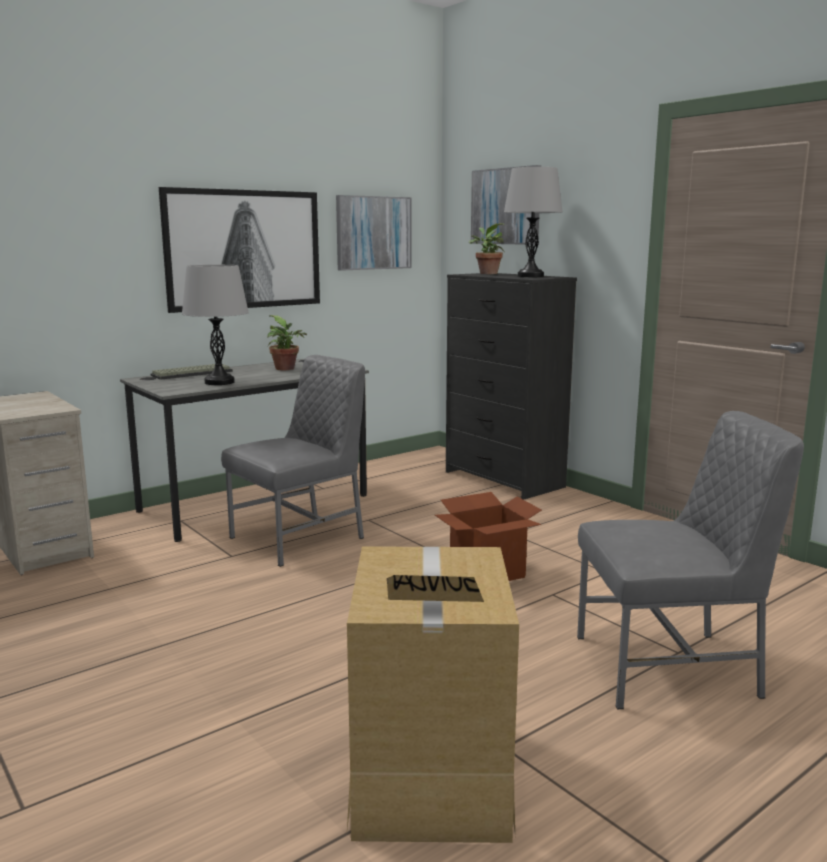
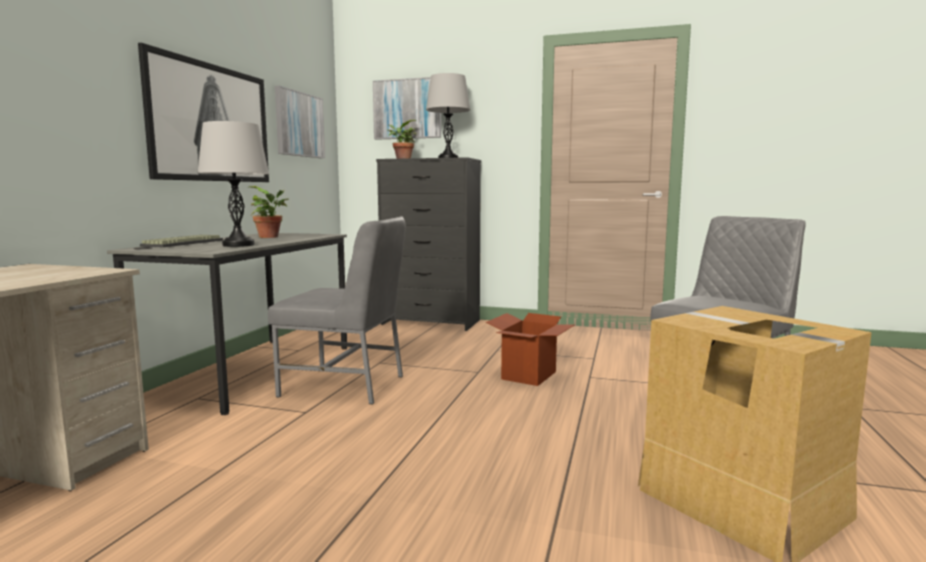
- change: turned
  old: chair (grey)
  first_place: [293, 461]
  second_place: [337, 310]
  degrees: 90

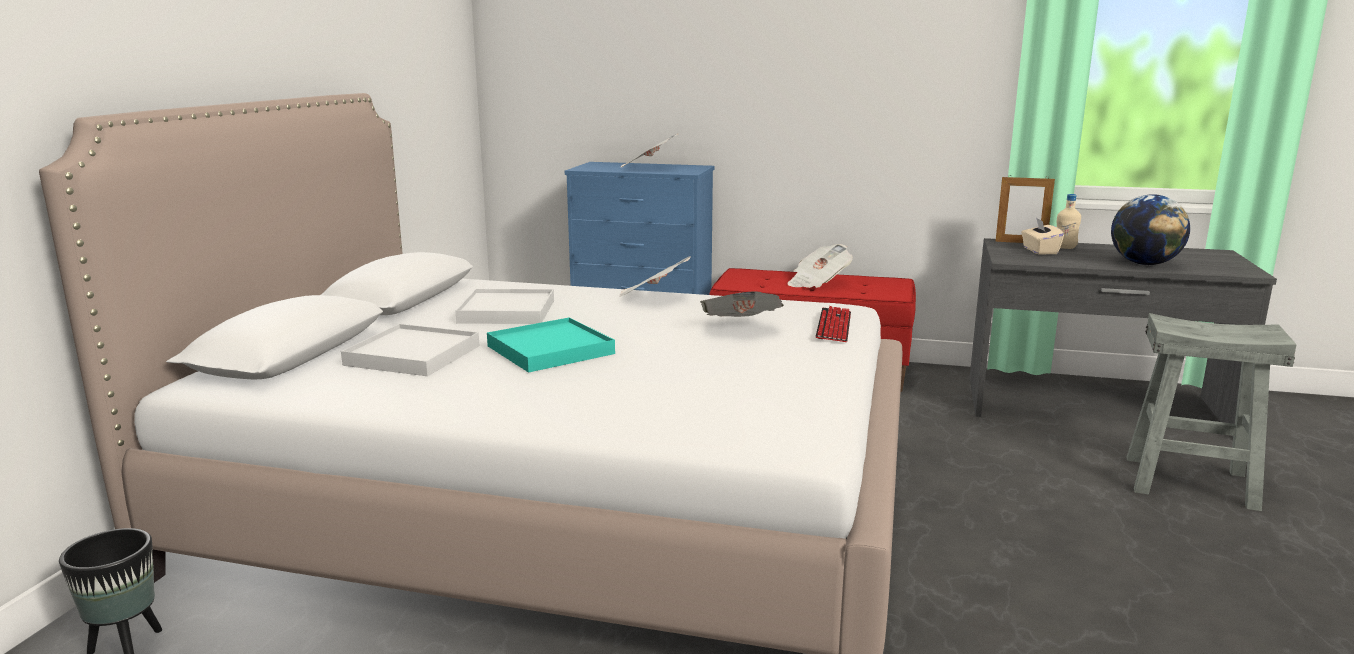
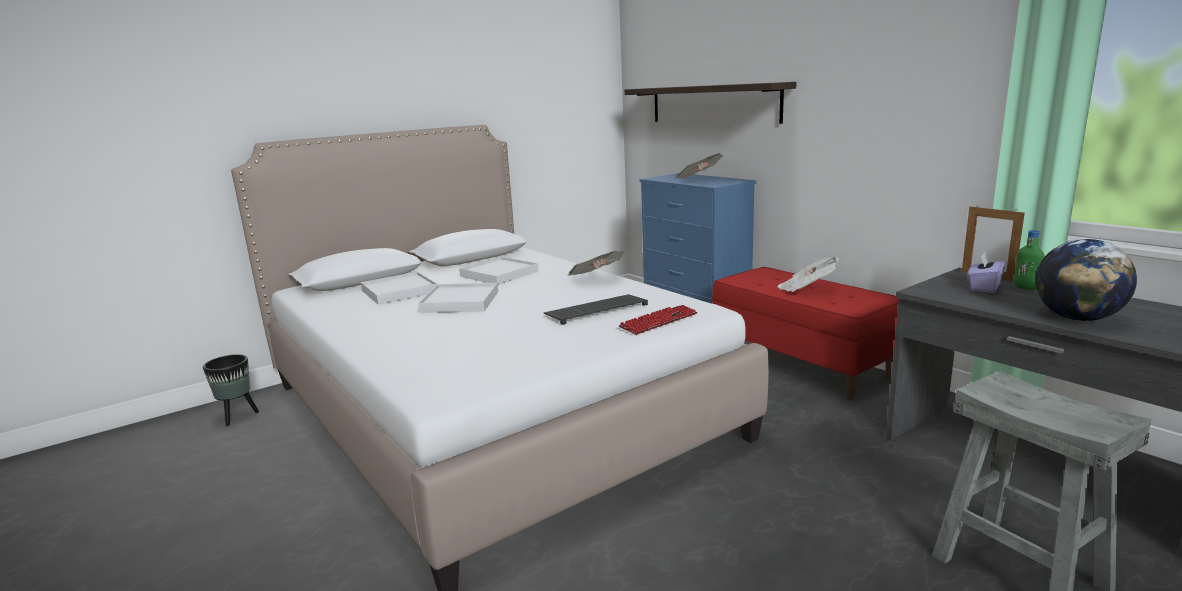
- change: recoloured
  old: serving tray (turquoise)
  new: serving tray (white)
  first_place: [551, 345]
  second_place: [458, 298]
- change: replaced
  old: daily paper
  new: computer keyboard
  first_place: [742, 304]
  second_place: [596, 309]
- change: recoloured
  old: tissue holder (sand-coloured)
  new: tissue holder (purplish)
  first_place: [1042, 236]
  second_place: [986, 272]
- change: recoloured
  old: bottle (sand-coloured)
  new: bottle (green-coloured)
  first_place: [1069, 221]
  second_place: [1029, 260]
- change: added
  new: shelf
  second_place: [710, 103]

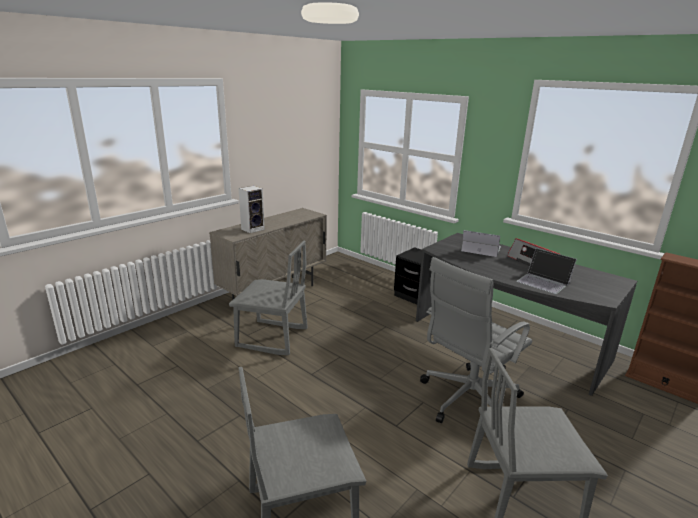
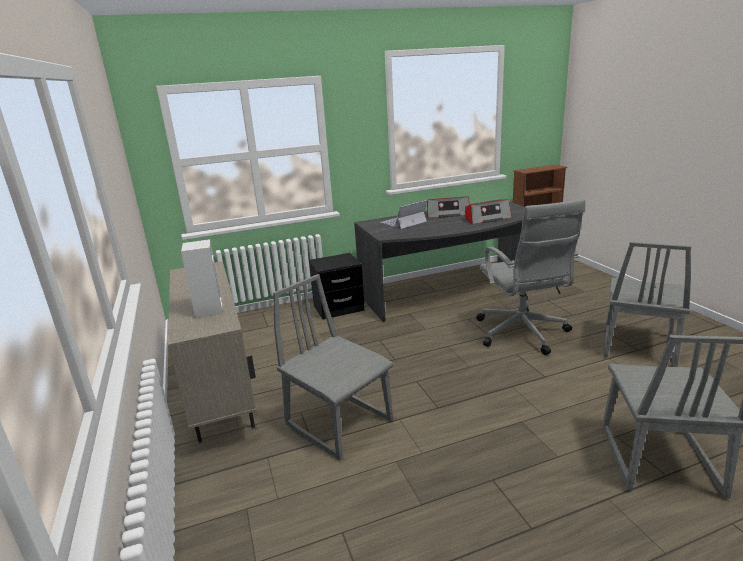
- change: turned
  old: chair (grey)
  first_place: [268, 298]
  second_place: [333, 367]
  degrees: -90
- change: replaced
  old: laptop
  new: radio
  first_place: [547, 271]
  second_place: [488, 211]

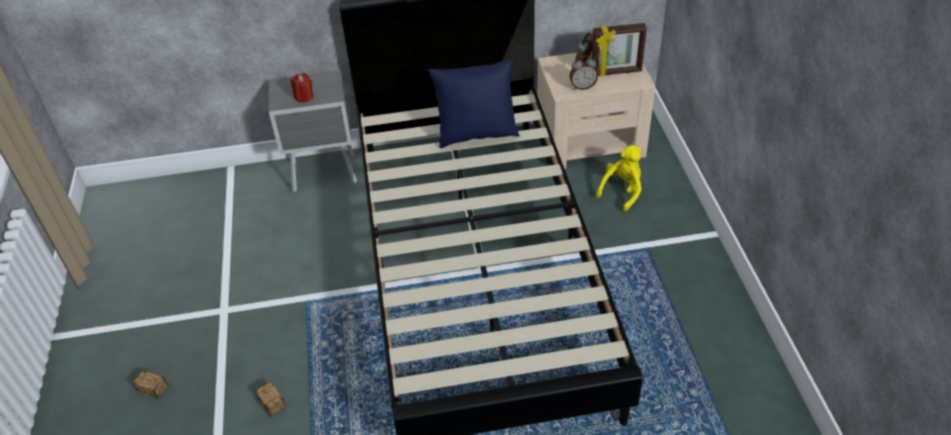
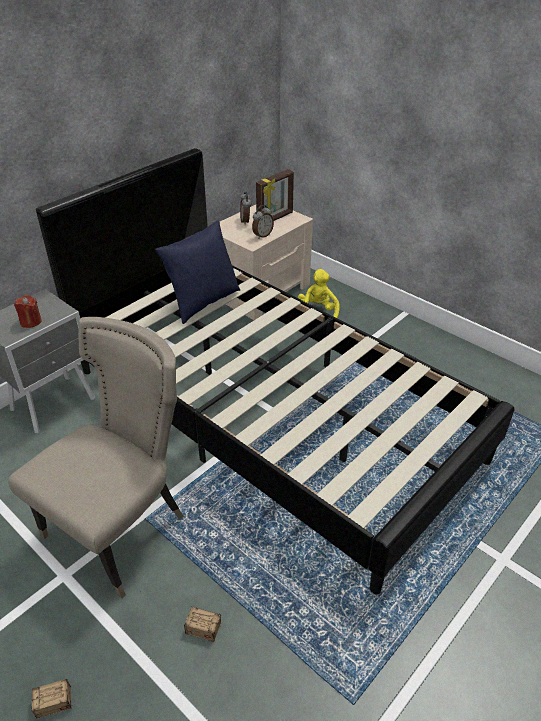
- change: added
  new: chair (sand-coloured)
  second_place: [96, 457]

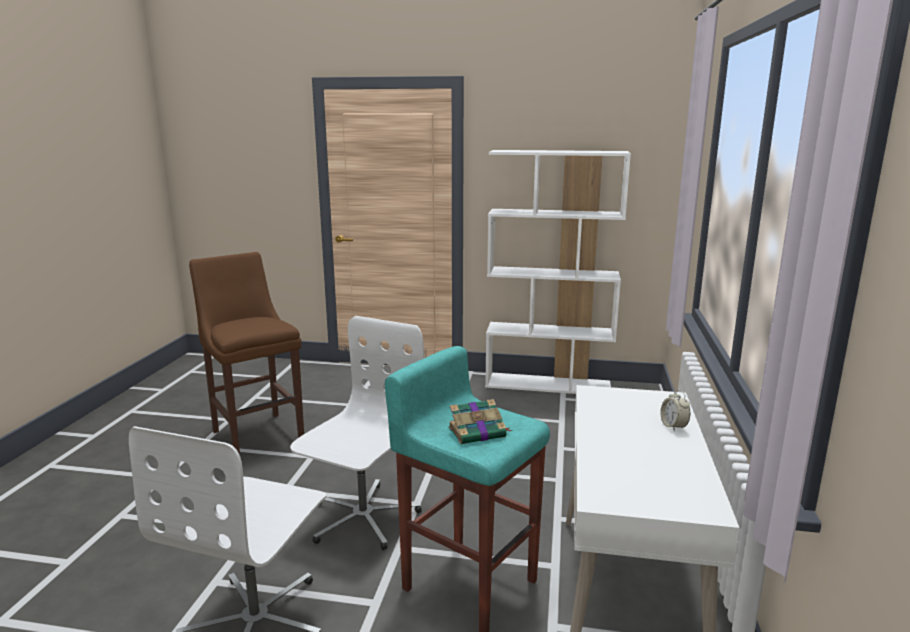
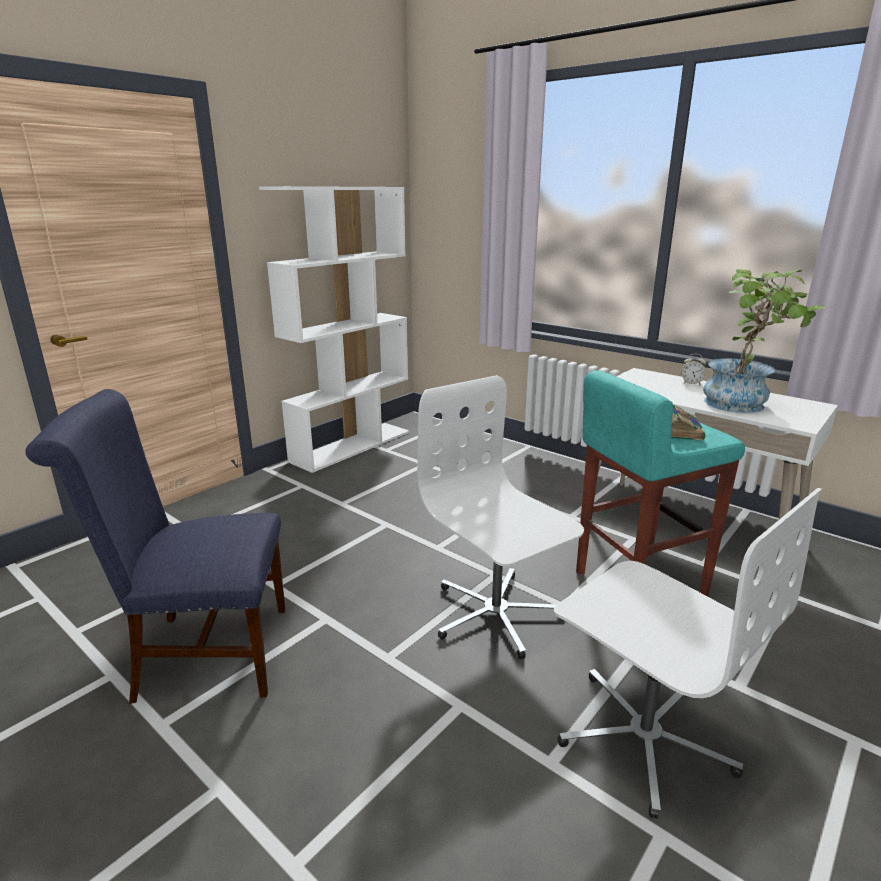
- change: replaced
  old: stool (brownish)
  new: chair (bluish)
  first_place: [246, 353]
  second_place: [155, 546]
- change: added
  new: plant in a pot
  second_place: [765, 341]

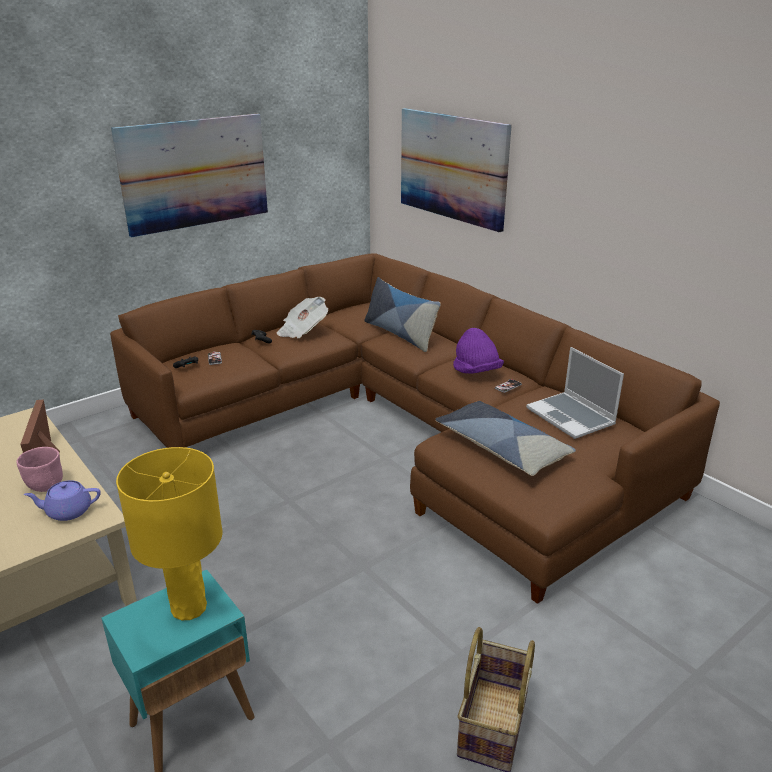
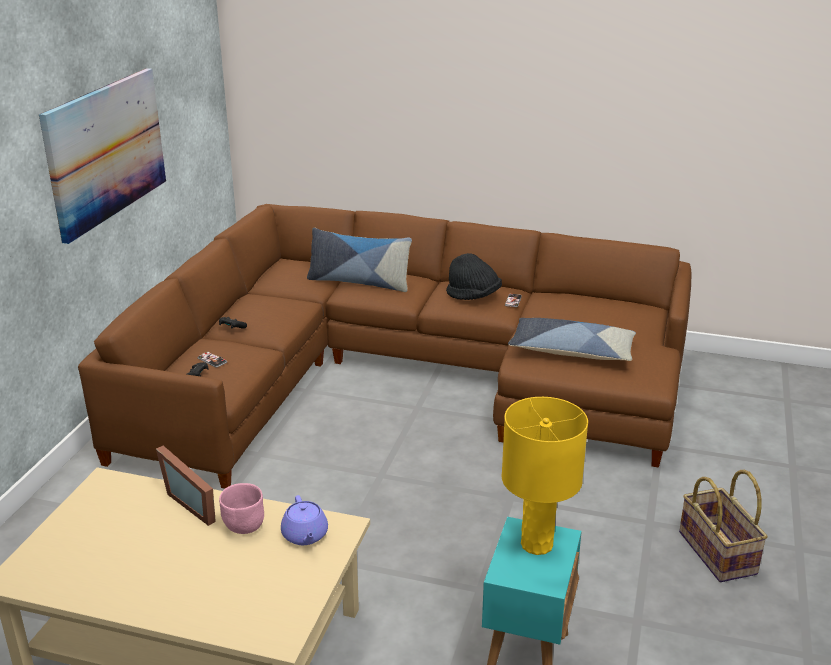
- change: turned
  old: pot for tea (purplish)
  first_place: [62, 500]
  second_place: [304, 520]
  degrees: -60
- change: removed
  old: daily paper
  first_place: [302, 318]
- change: removed
  old: wall art
  first_place: [456, 170]
- change: recoloured
  old: wearable hat (purplish)
  new: wearable hat (black)
  first_place: [478, 351]
  second_place: [474, 276]
- change: removed
  old: laptop
  first_place: [575, 393]

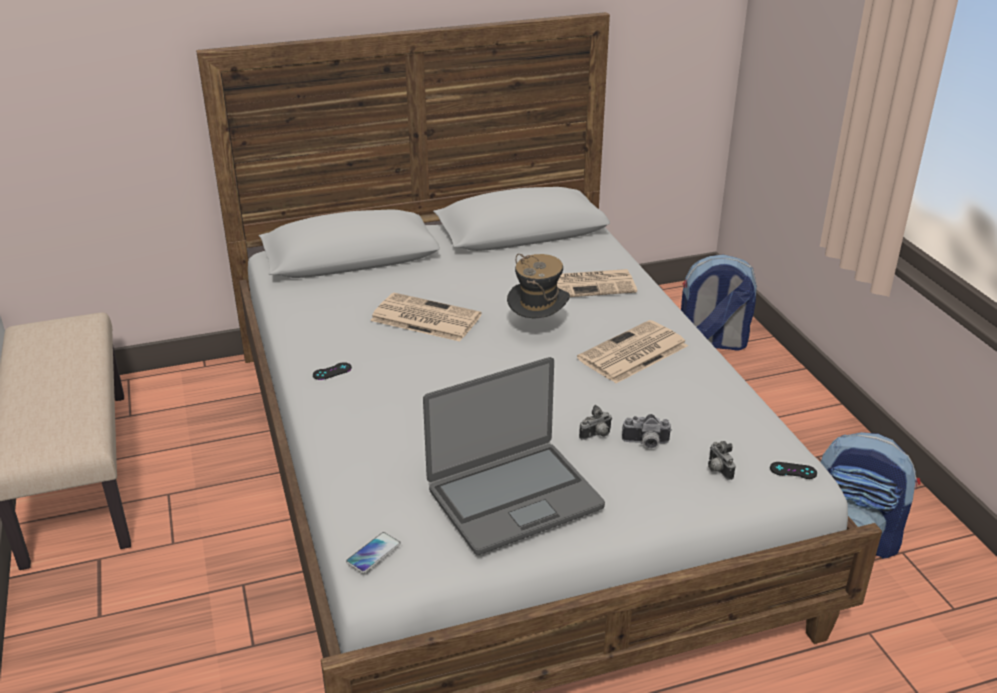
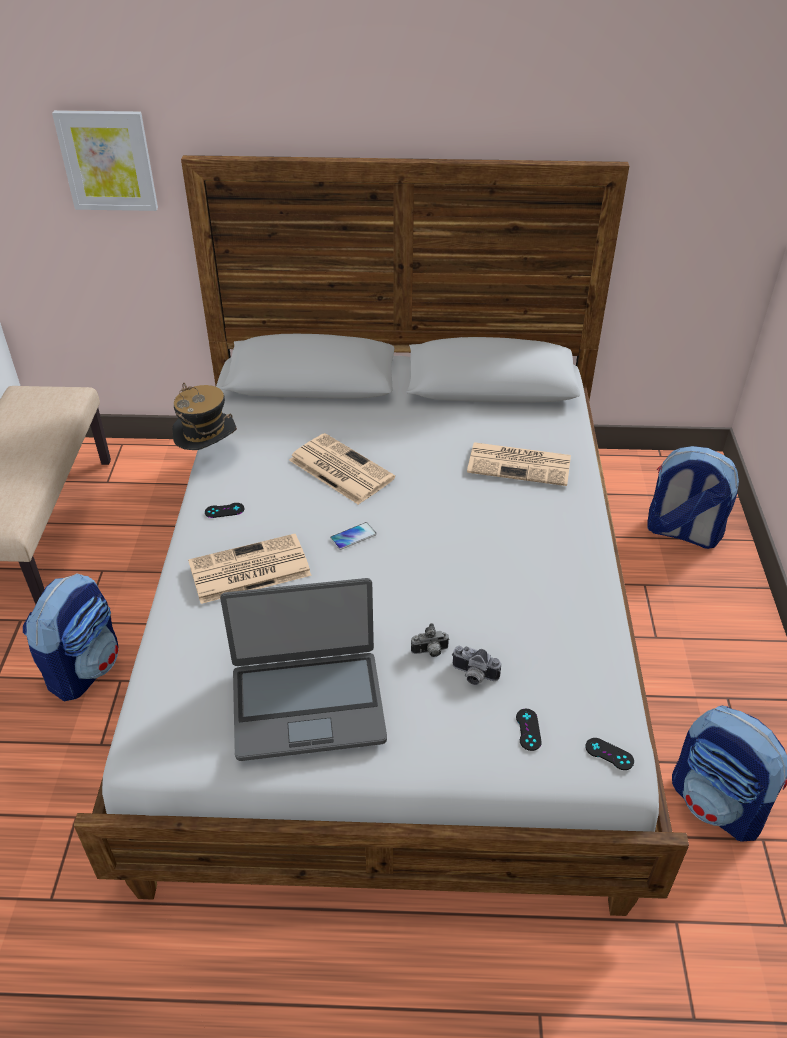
- change: moved
  old: telephone
  first_place: [373, 552]
  second_place: [353, 536]
- change: moved
  old: wearable hat
  first_place: [538, 286]
  second_place: [204, 416]
- change: moved
  old: daily paper
  first_place: [632, 351]
  second_place: [250, 569]
- change: replaced
  old: photo camera
  new: game controller (black)
  first_place: [721, 460]
  second_place: [529, 730]
- change: added
  new: knapsack
  second_place: [71, 637]
- change: added
  new: wall art
  second_place: [105, 160]

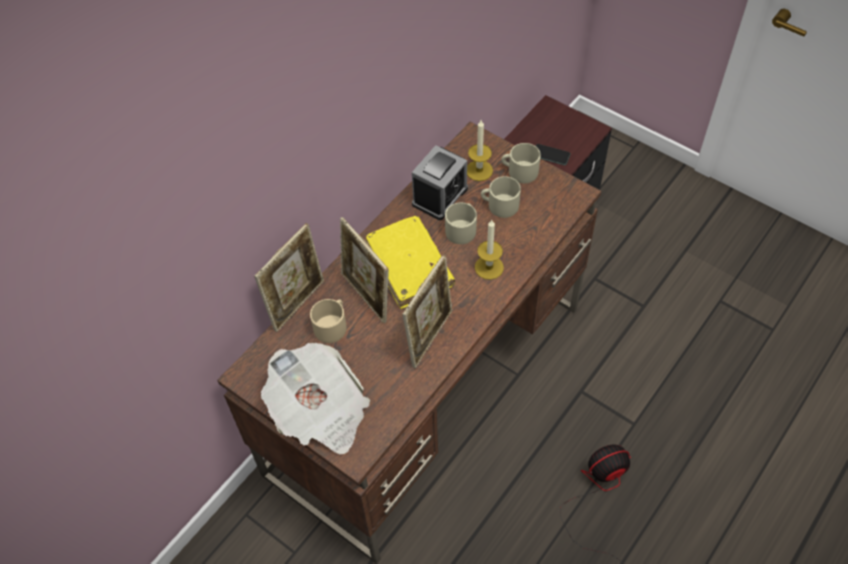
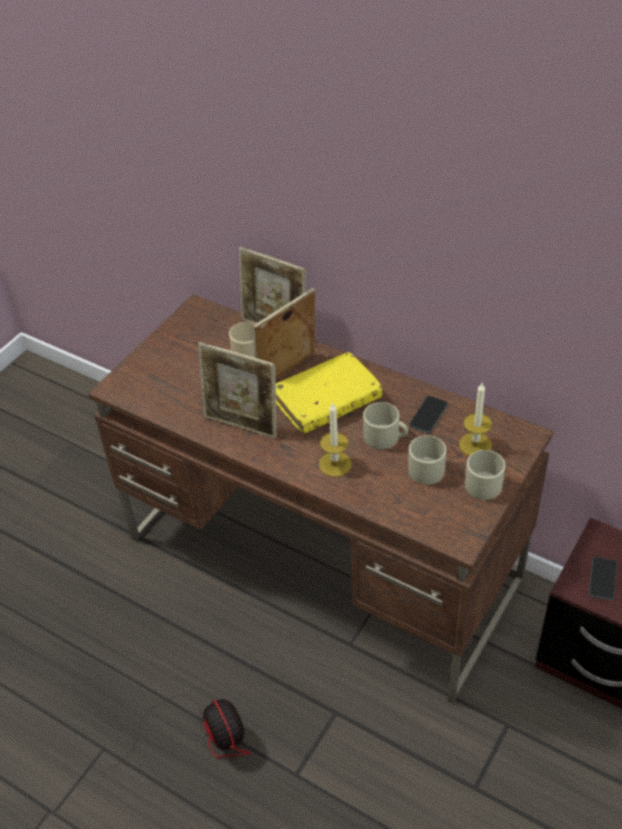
- change: removed
  old: daily paper
  first_place: [315, 399]
- change: replaced
  old: alarm clock
  new: telephone
  first_place: [440, 182]
  second_place: [428, 414]

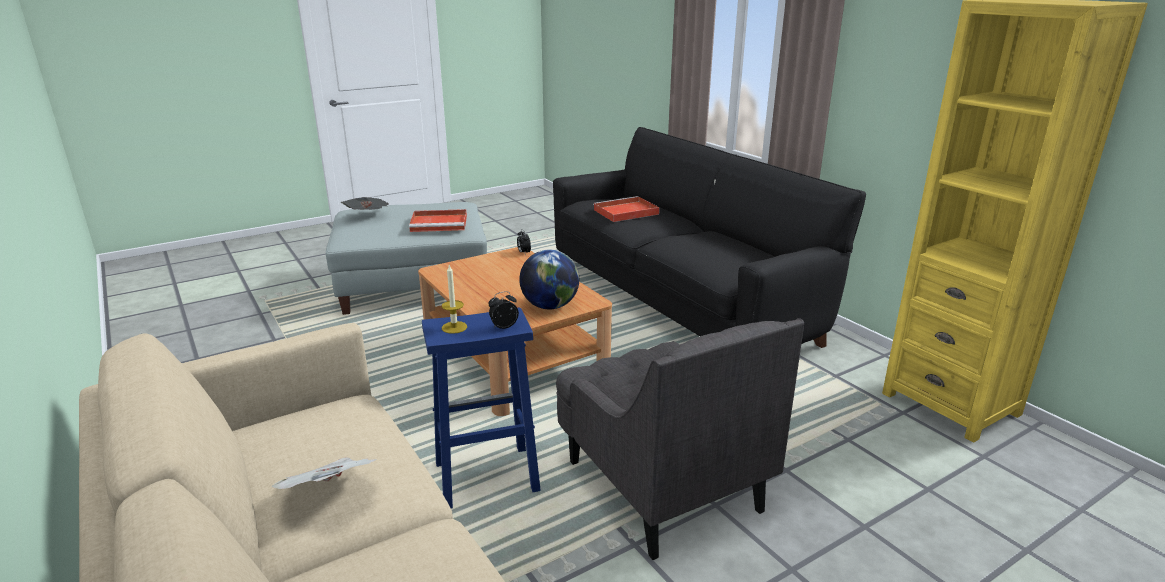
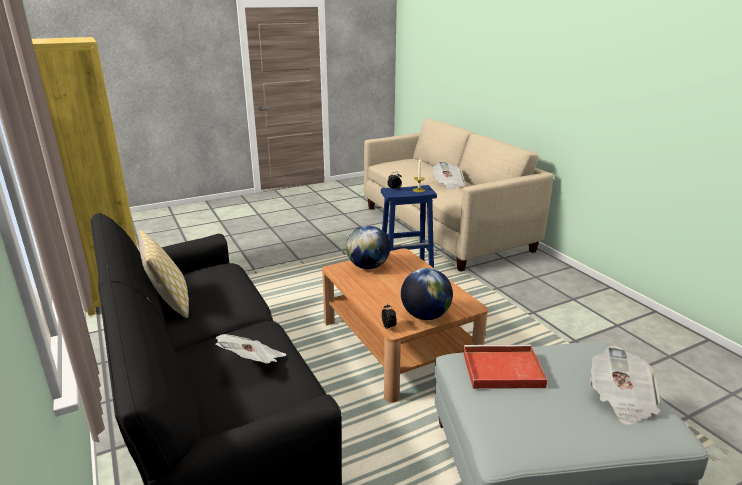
- change: removed
  old: easy chair (grey)
  first_place: [680, 439]
- change: replaced
  old: serving tray (red-coloured)
  new: daily paper
  first_place: [626, 209]
  second_place: [250, 349]
- change: added
  new: cushion
  second_place: [163, 274]
- change: added
  new: desk globe
  second_place: [427, 294]

